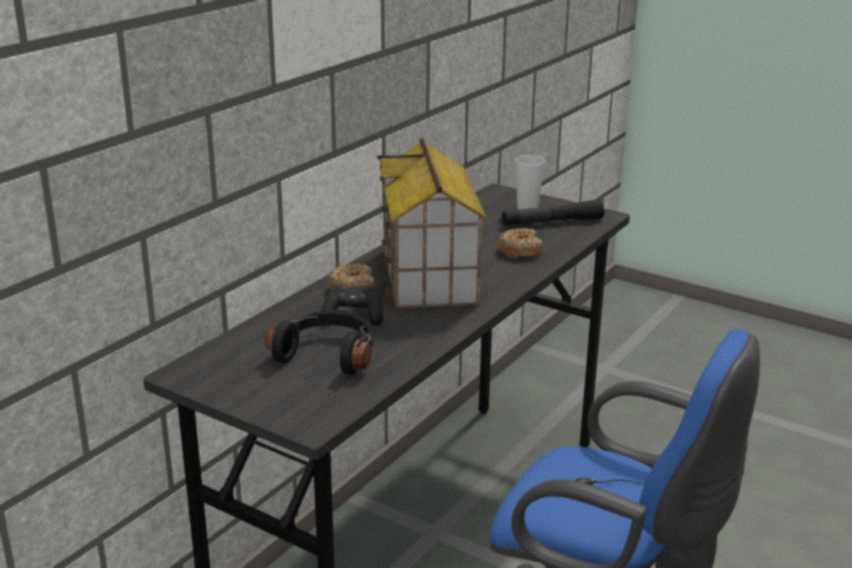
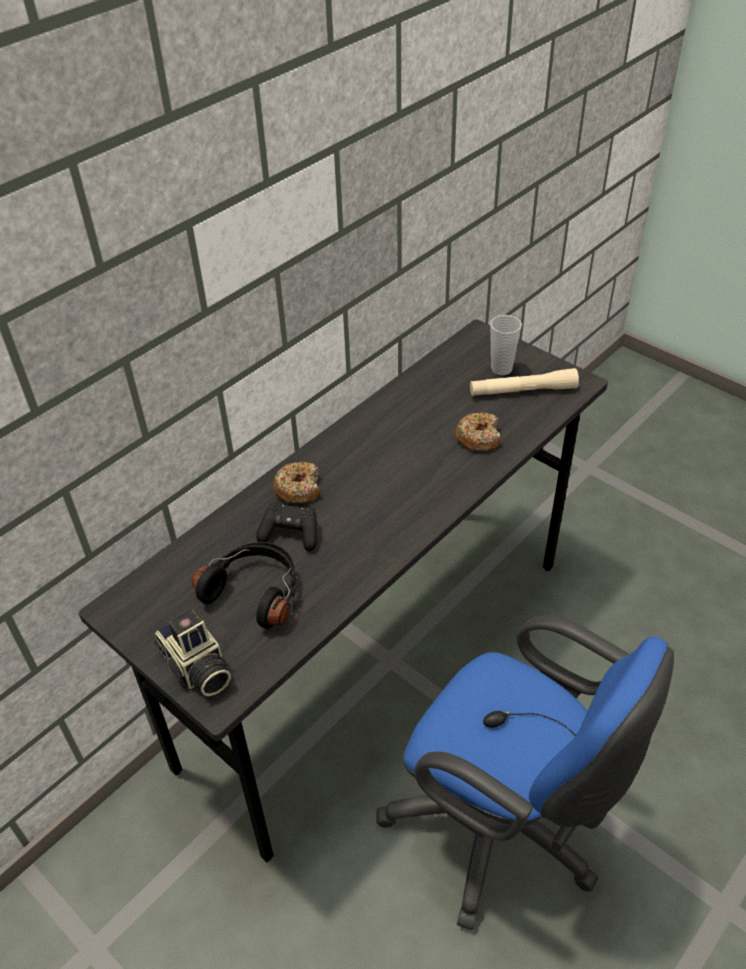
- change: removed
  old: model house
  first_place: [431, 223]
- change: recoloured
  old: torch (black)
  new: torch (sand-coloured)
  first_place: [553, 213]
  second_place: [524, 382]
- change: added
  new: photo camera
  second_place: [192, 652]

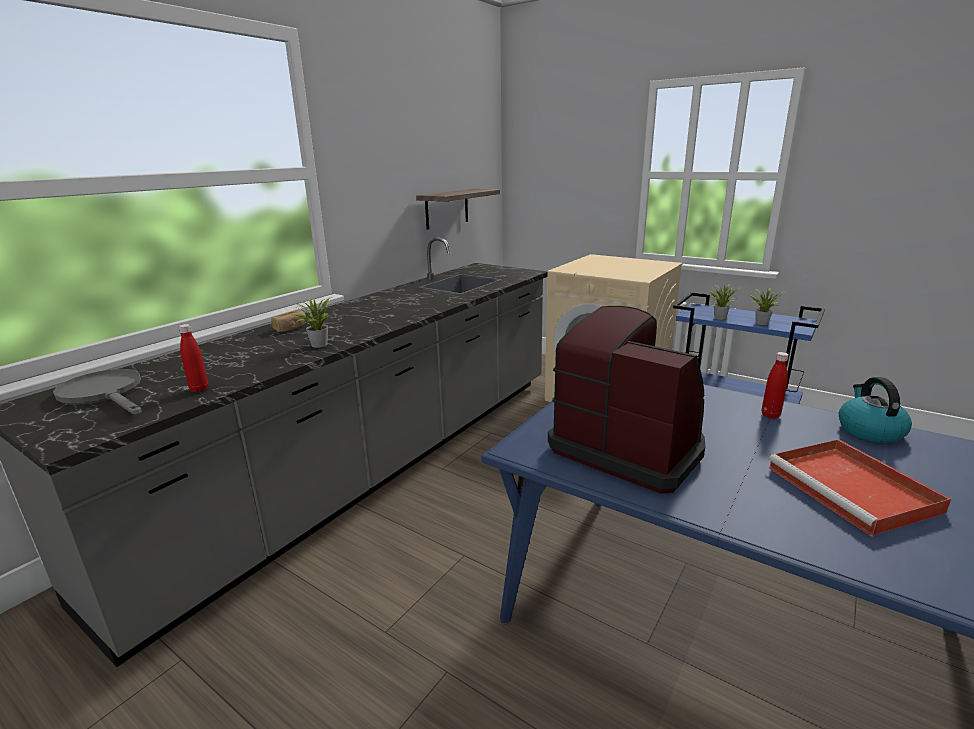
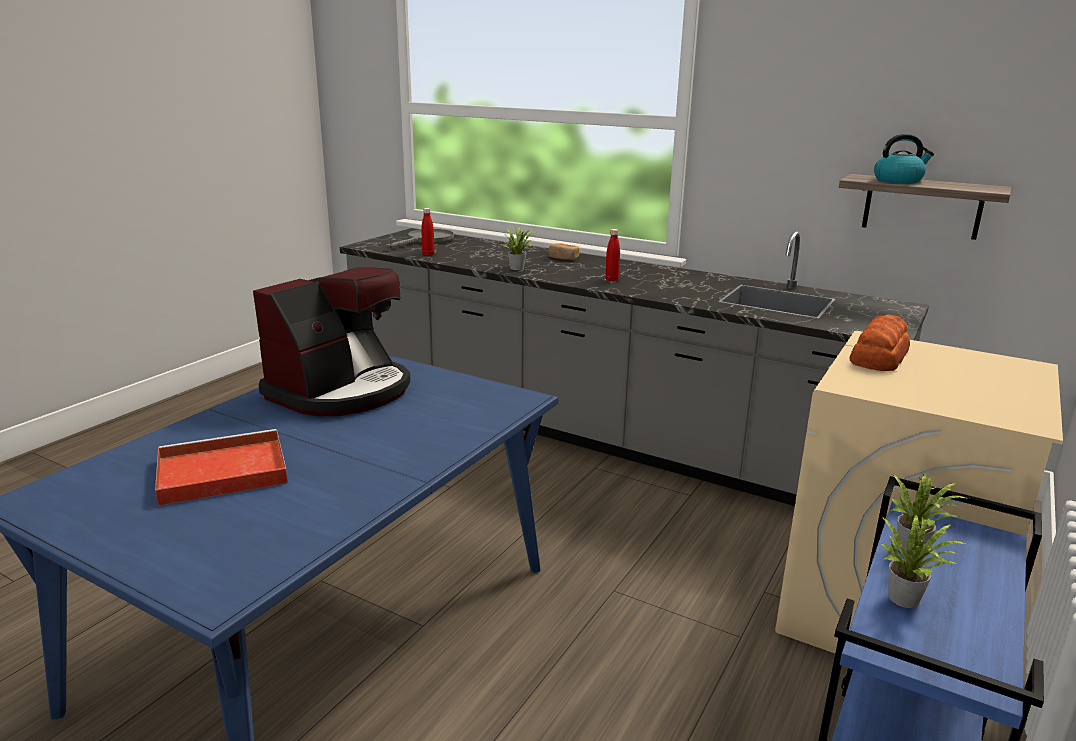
- change: moved
  old: bottle (red-coloured)
  first_place: [775, 385]
  second_place: [612, 255]
- change: moved
  old: water kettle
  first_place: [875, 410]
  second_place: [904, 159]
- change: added
  new: bakery bread
  second_place: [879, 343]

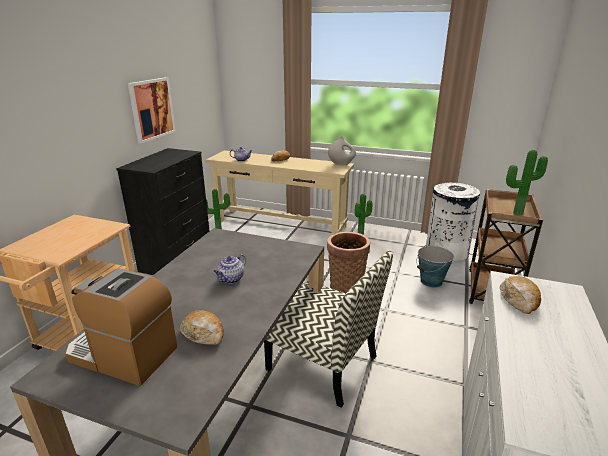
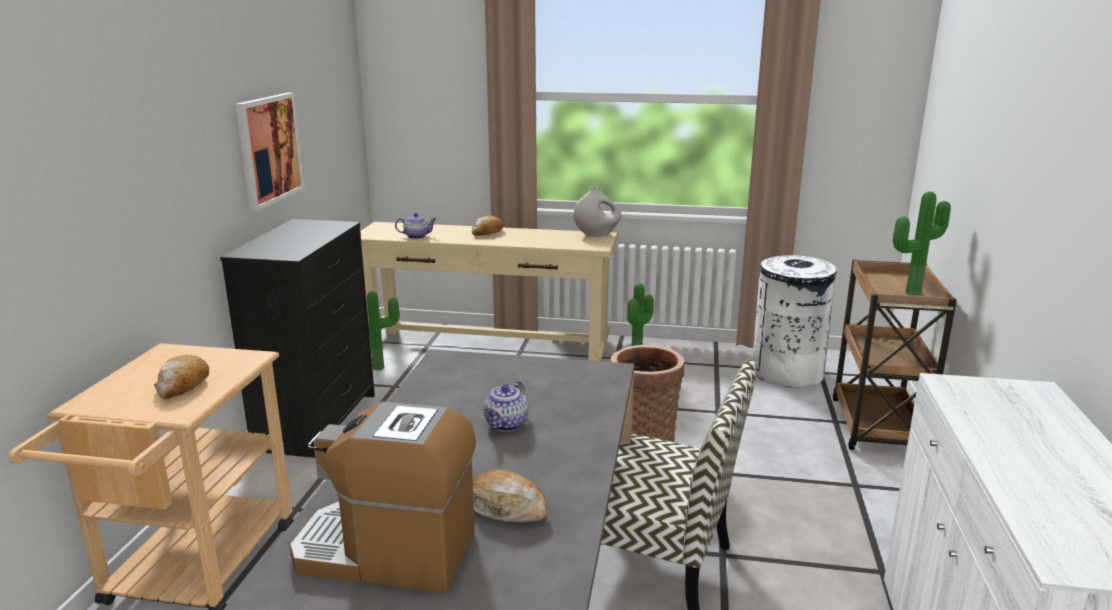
- change: removed
  old: bucket
  first_place: [435, 266]
- change: moved
  old: bakery bread
  first_place: [520, 295]
  second_place: [181, 377]

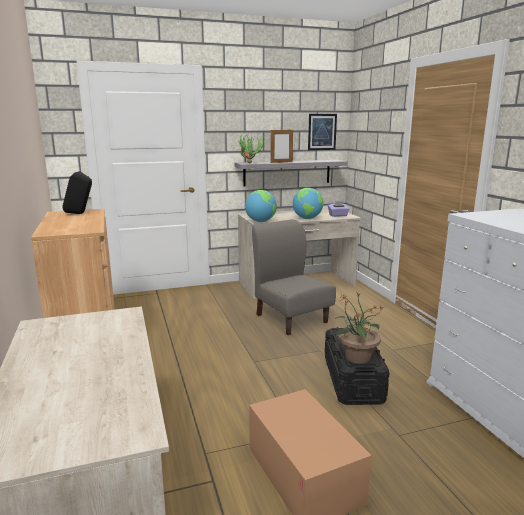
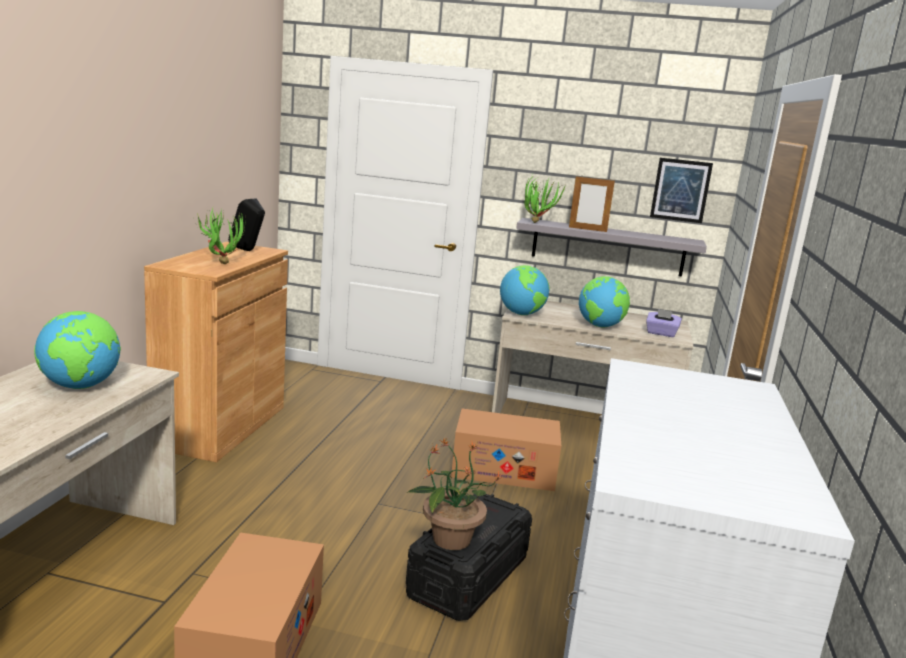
- change: replaced
  old: chair (grey)
  new: cardboard box
  first_place: [294, 277]
  second_place: [506, 449]
- change: added
  new: desk globe
  second_place: [77, 350]
- change: added
  new: plant in a pot
  second_place: [221, 236]

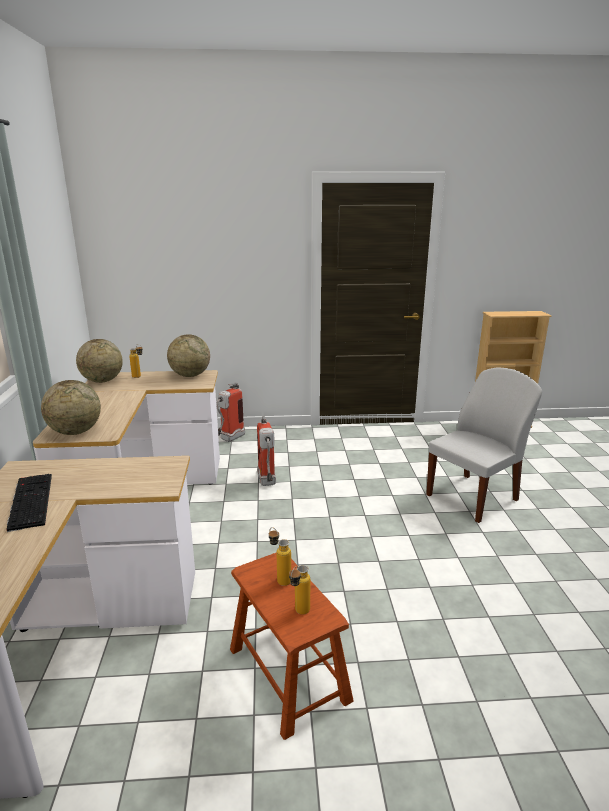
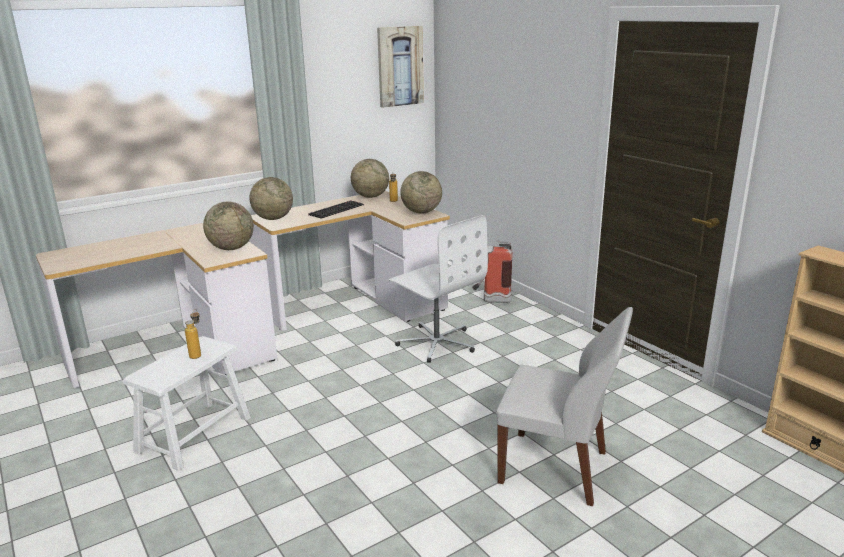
- change: moved
  old: computer keyboard
  first_place: [29, 503]
  second_place: [336, 210]
- change: recoloured
  old: stool (brownish)
  new: stool (white)
  first_place: [292, 646]
  second_place: [186, 403]
- change: replaced
  old: extinguisher
  new: computer chair (white)
  first_place: [266, 451]
  second_place: [438, 289]
- change: removed
  old: bottle
  first_place: [299, 590]
- change: added
  new: desk globe
  second_place: [228, 226]
- change: added
  new: wall art
  second_place: [400, 67]

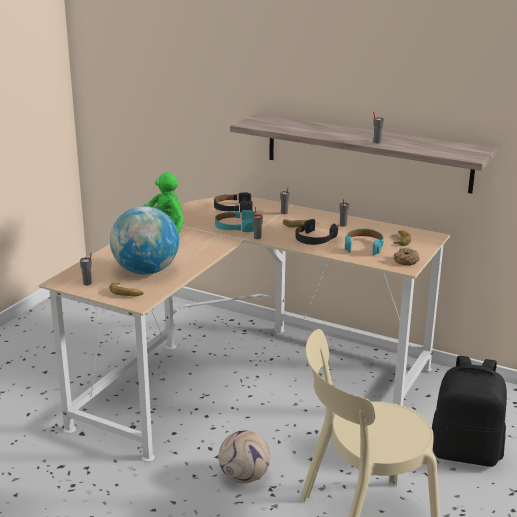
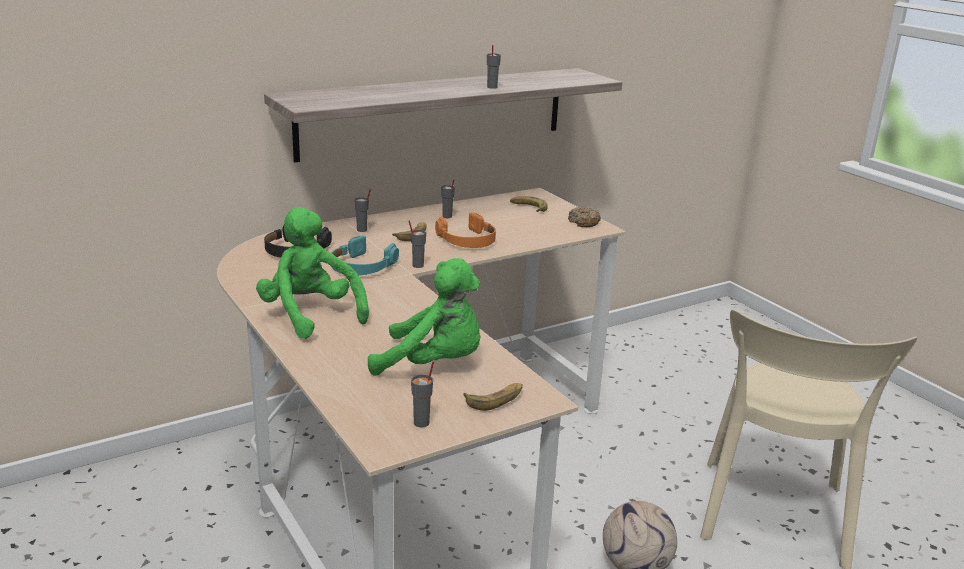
- change: replaced
  old: desk globe
  new: soft toy (green-coloured)
  first_place: [144, 240]
  second_place: [424, 317]
- change: recoloured
  old: headphones (black)
  new: headphones (orange-coloured)
  first_place: [316, 232]
  second_place: [465, 230]
- change: removed
  old: headphones (turquoise)
  first_place: [364, 241]
- change: removed
  old: knapsack (black)
  first_place: [469, 411]

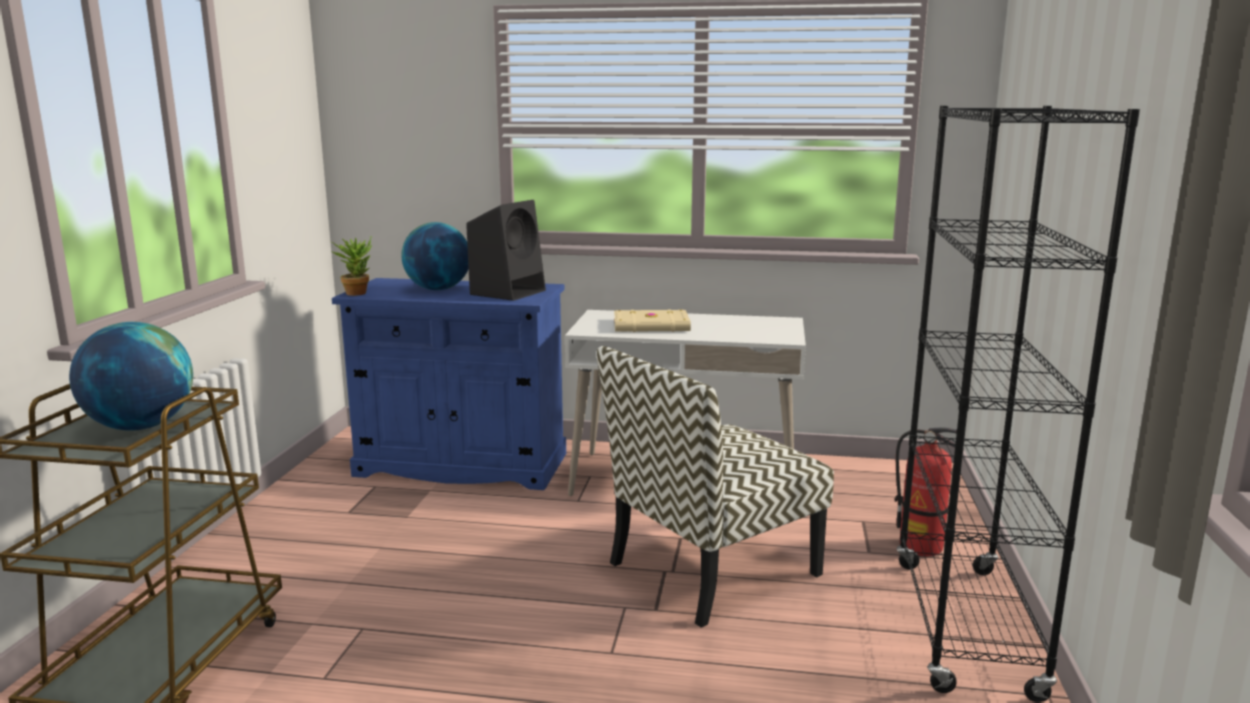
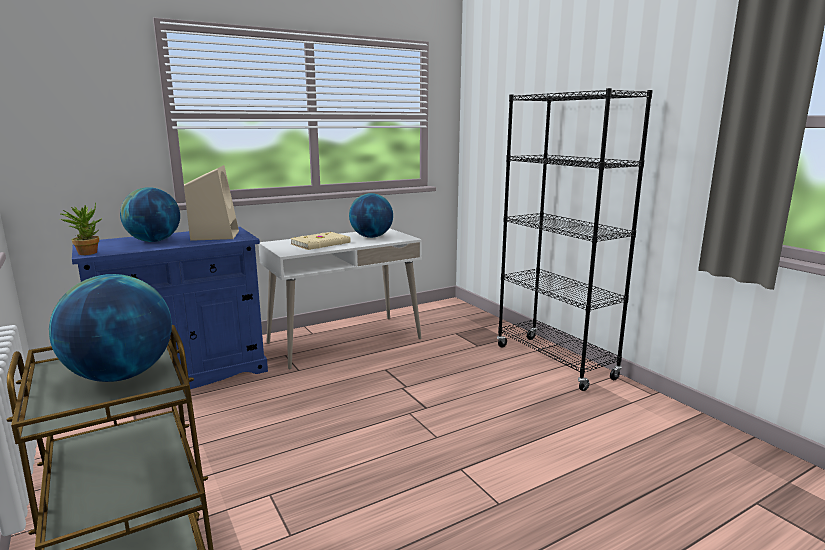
- change: recoloured
  old: audio speaker (black)
  new: audio speaker (sand-coloured)
  first_place: [506, 250]
  second_place: [211, 203]
- change: removed
  old: chair
  first_place: [715, 487]
- change: removed
  old: extinguisher
  first_place: [929, 491]
- change: added
  new: desk globe
  second_place: [371, 215]

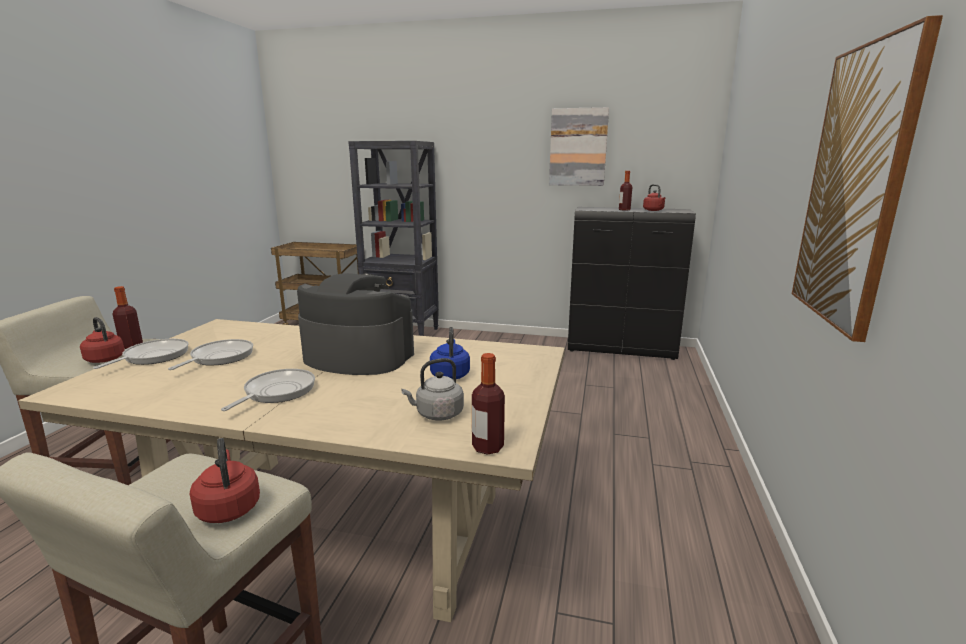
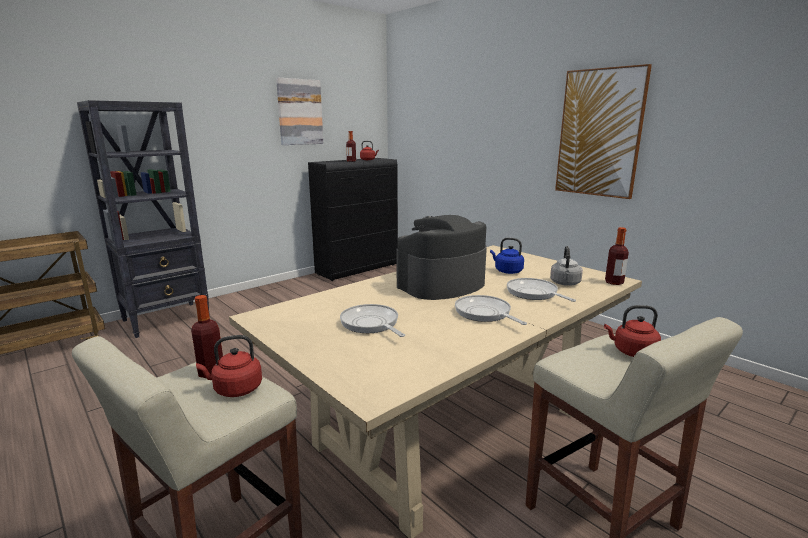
- change: moved
  old: skillet
  first_place: [141, 354]
  second_place: [541, 290]

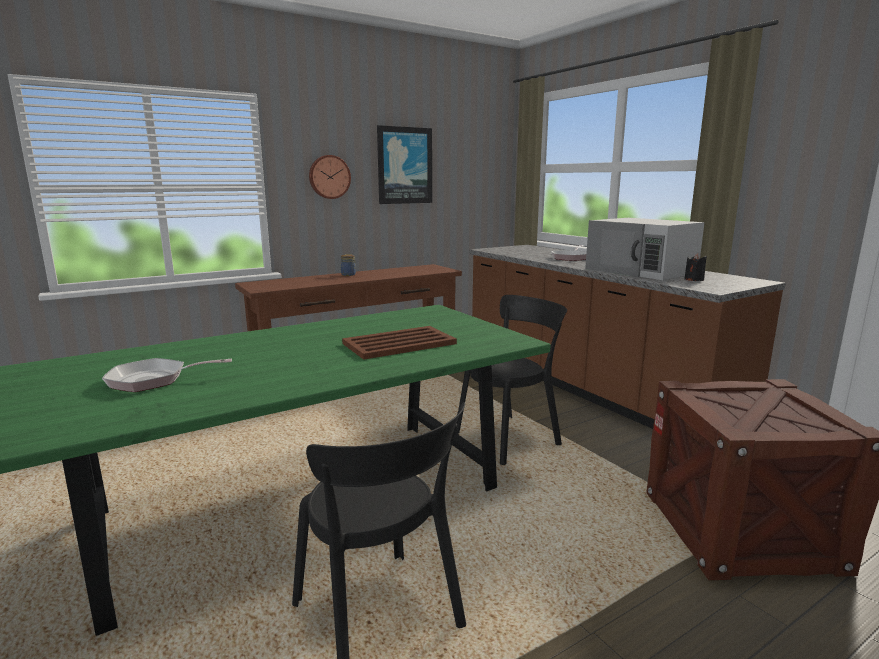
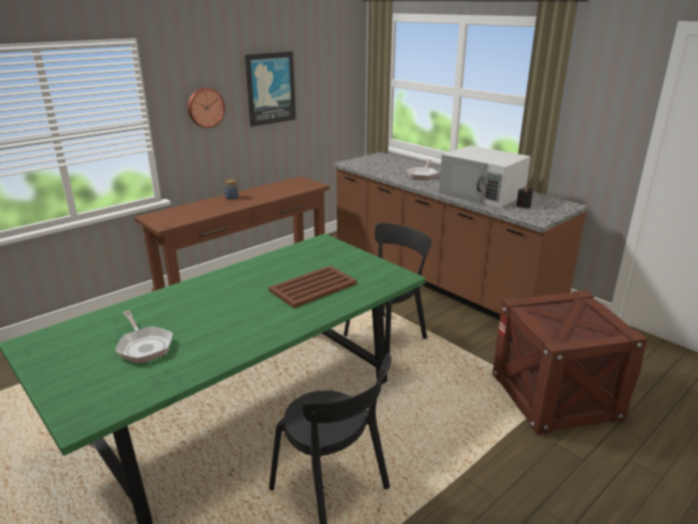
- change: turned
  old: skillet
  first_place: [167, 375]
  second_place: [144, 337]
  degrees: -105

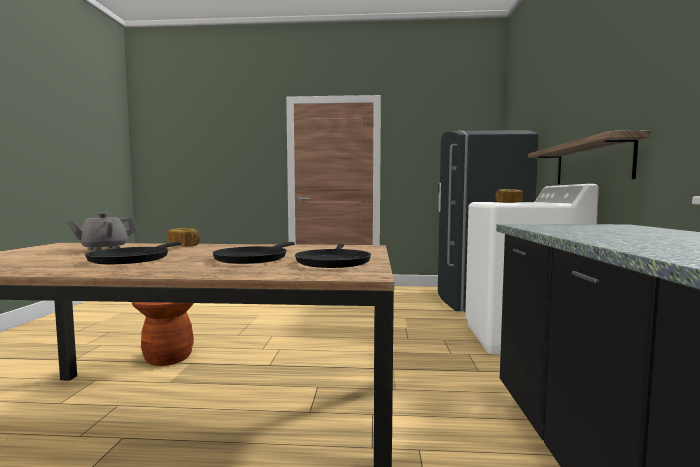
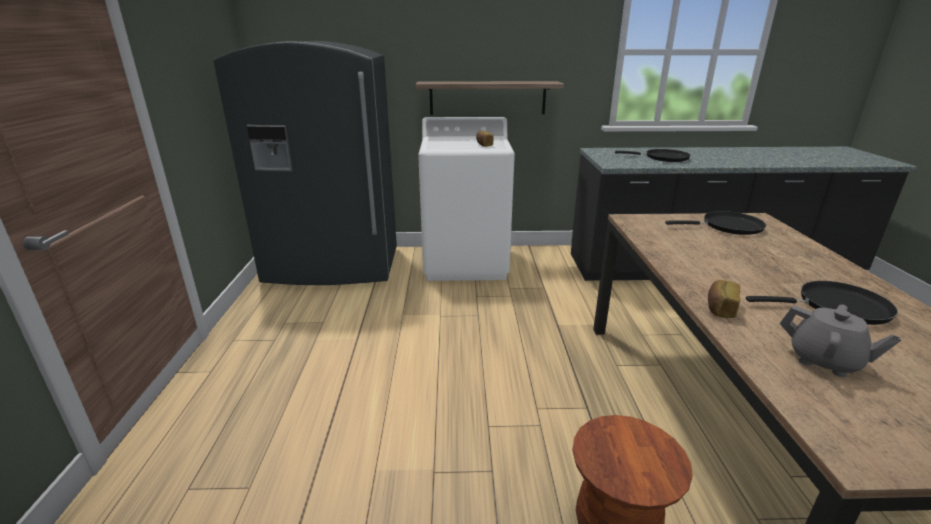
- change: moved
  old: skillet (black)
  first_place: [253, 253]
  second_place: [653, 155]

